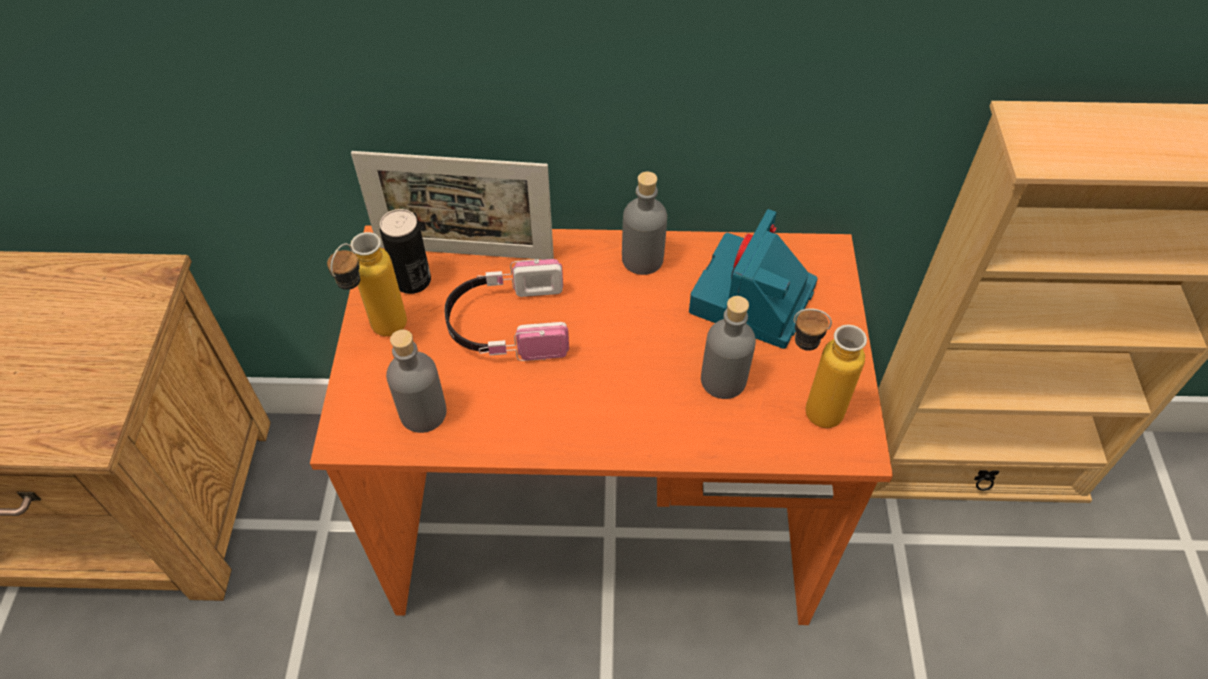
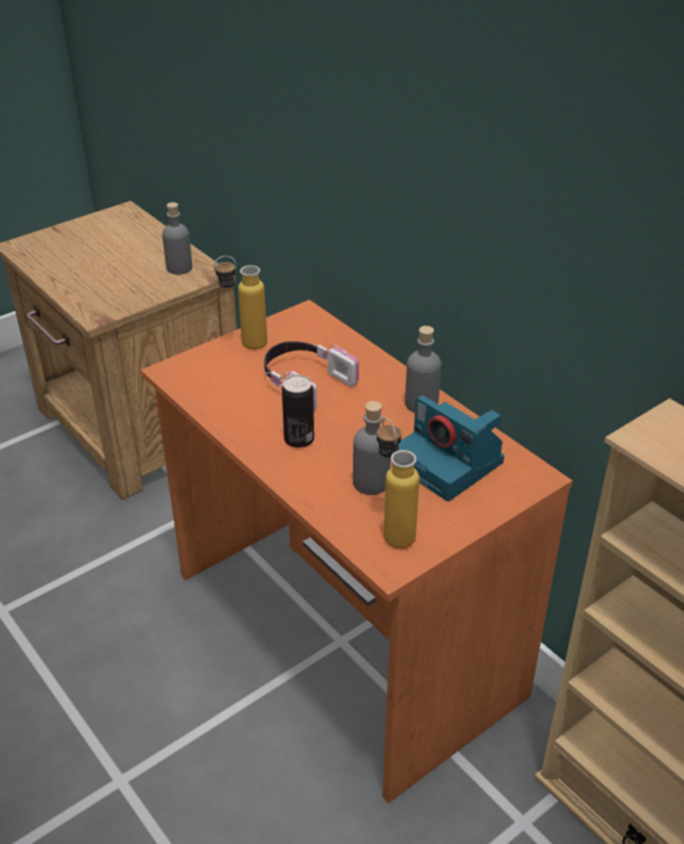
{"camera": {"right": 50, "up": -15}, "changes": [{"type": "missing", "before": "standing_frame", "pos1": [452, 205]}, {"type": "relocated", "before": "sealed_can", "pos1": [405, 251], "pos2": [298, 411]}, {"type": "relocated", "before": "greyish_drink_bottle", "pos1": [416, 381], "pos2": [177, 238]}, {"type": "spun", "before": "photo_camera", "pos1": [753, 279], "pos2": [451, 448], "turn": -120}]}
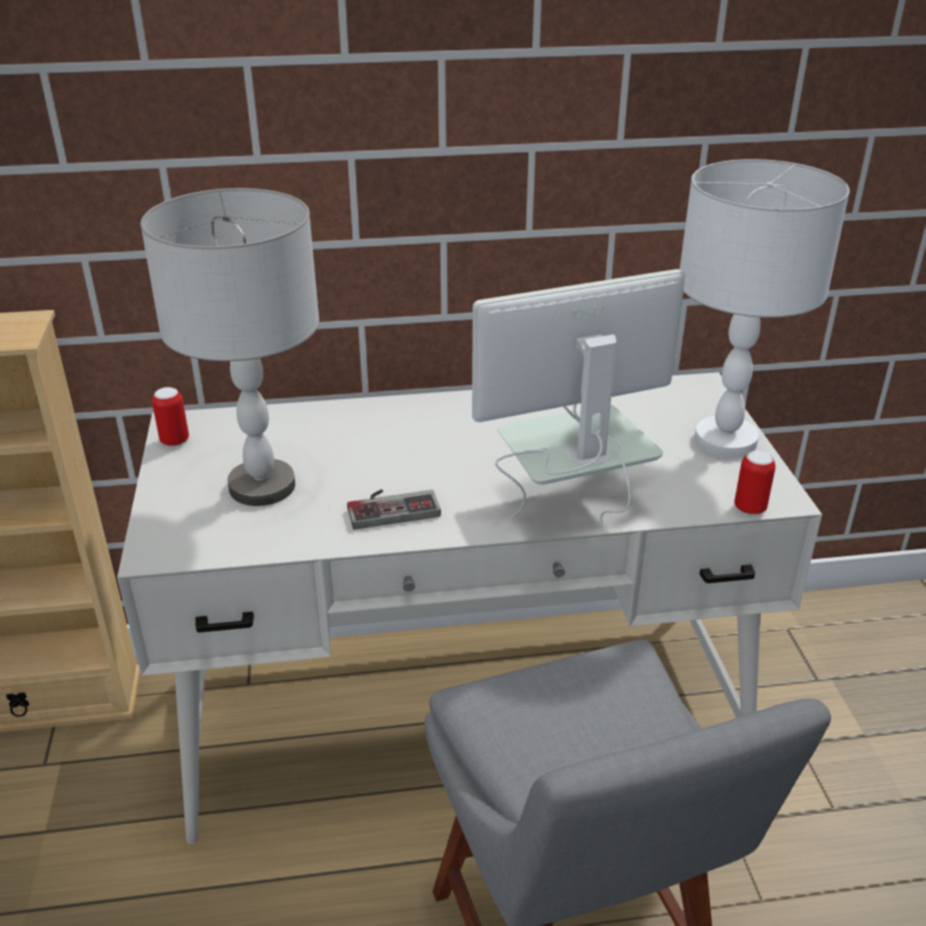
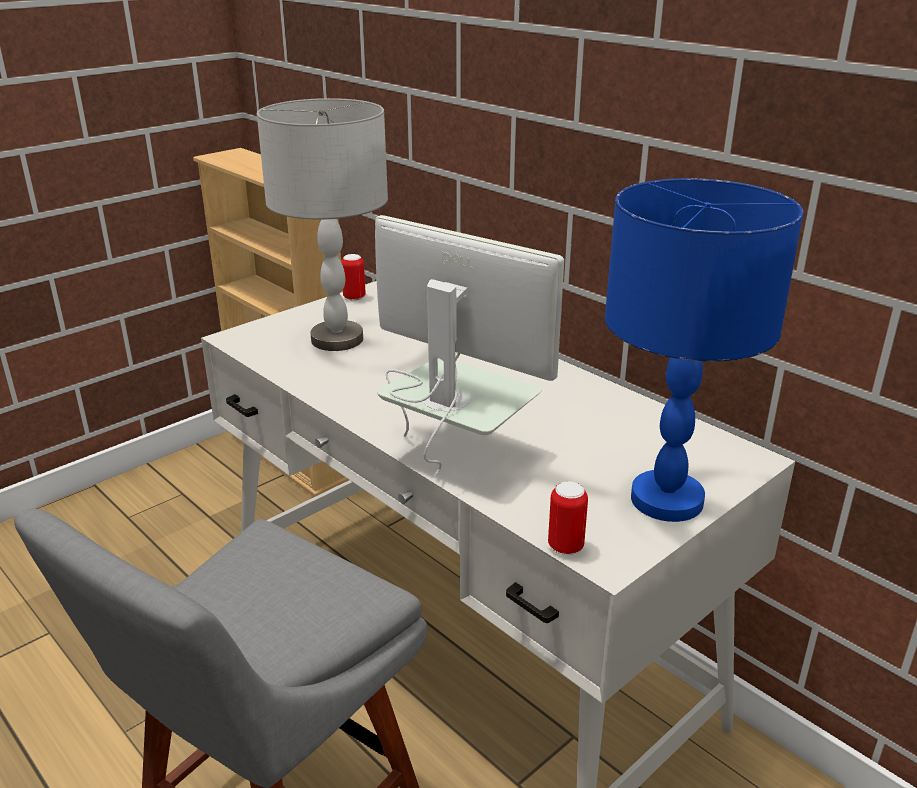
{"camera": {"right": 55, "up": -5}, "changes": [{"type": "missing", "before": "joypad", "pos1": [394, 509]}, {"type": "colour", "before": "whitish_tabletop_lamp", "after": "blue-coloured_tabletop_lamp", "pos1": [765, 308], "pos2": [704, 350]}]}
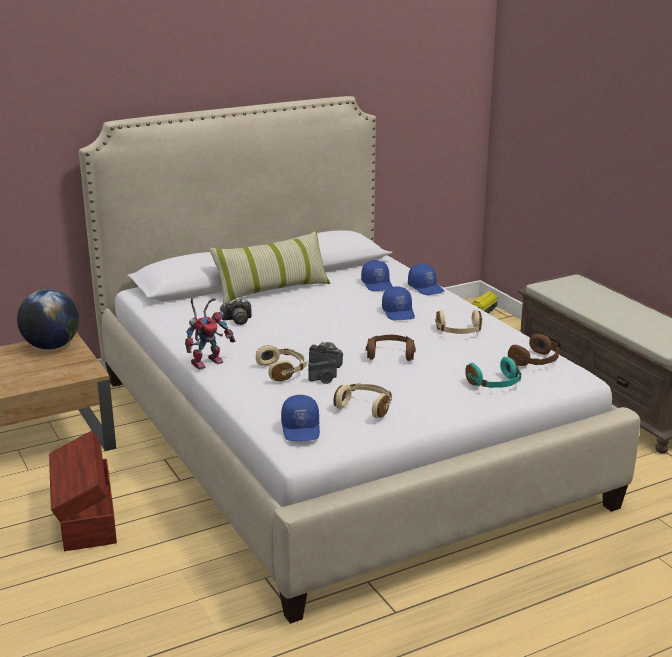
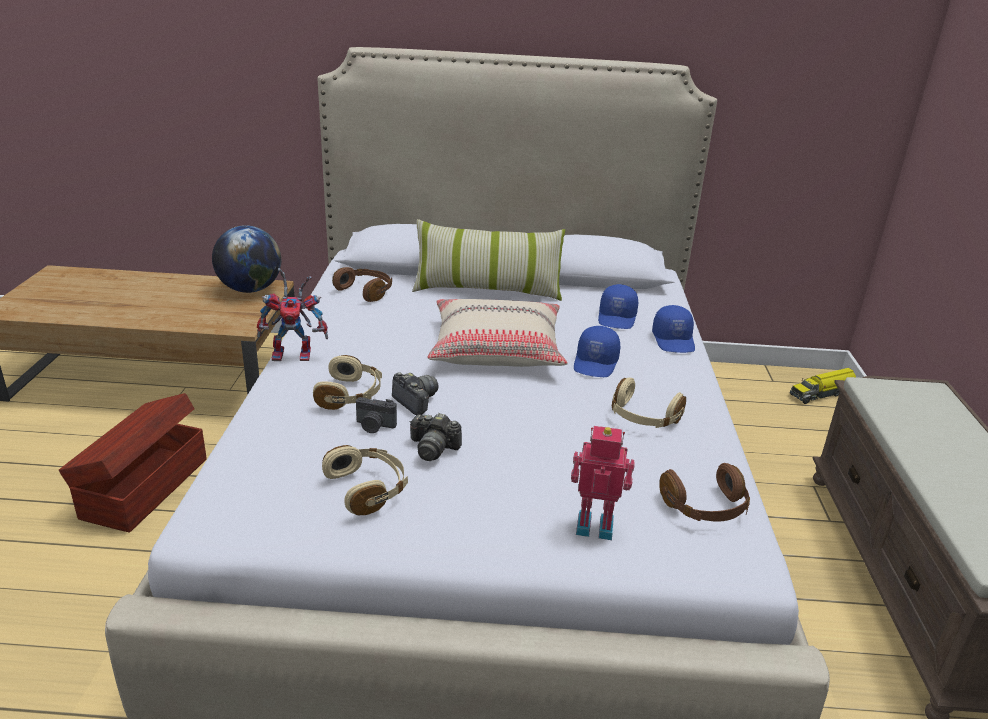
{"camera": {"right": 30, "up": 5}, "changes": [{"type": "missing", "before": "blue-coloured_baseball_cap", "pos1": [300, 418]}, {"type": "appeared", "after": "beige-coloured_pillow", "pos2": [497, 333]}, {"type": "relocated", "before": "photo_camera", "pos1": [236, 312], "pos2": [436, 437]}, {"type": "relocated", "before": "brown_headset", "pos1": [391, 348], "pos2": [362, 284]}, {"type": "exchanged", "before": "blue-green_headset", "after": "model_robot", "pos1": [493, 372], "pos2": [603, 483]}]}
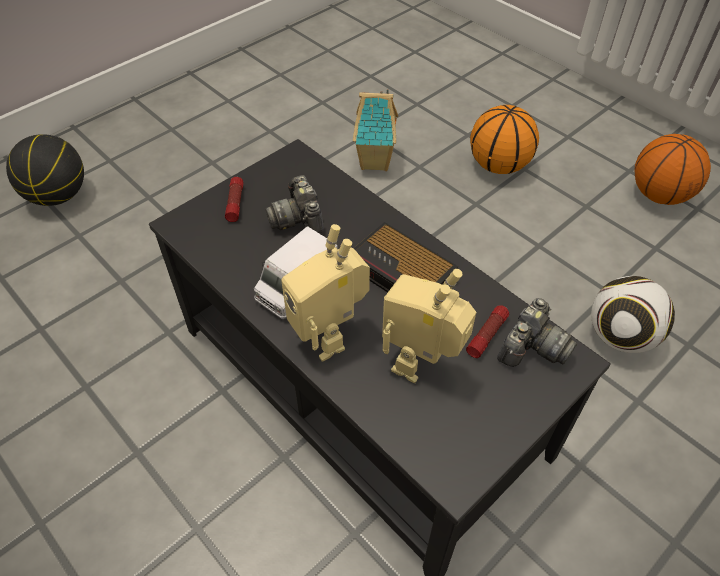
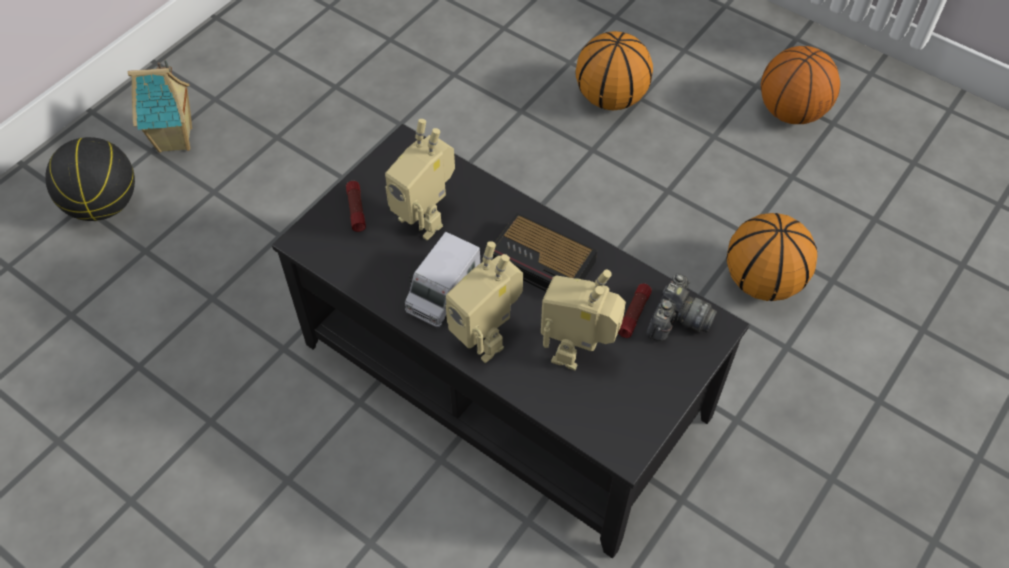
{"camera": {"right": -10, "up": 5}, "changes": [{"type": "relocated", "before": "model_house", "pos1": [375, 130], "pos2": [160, 106]}, {"type": "exchanged", "before": "photo_camera", "after": "model_robot", "pos1": [295, 204], "pos2": [420, 179]}, {"type": "exchanged", "before": "football_ball", "after": "basketball_ball", "pos1": [633, 314], "pos2": [772, 257]}]}
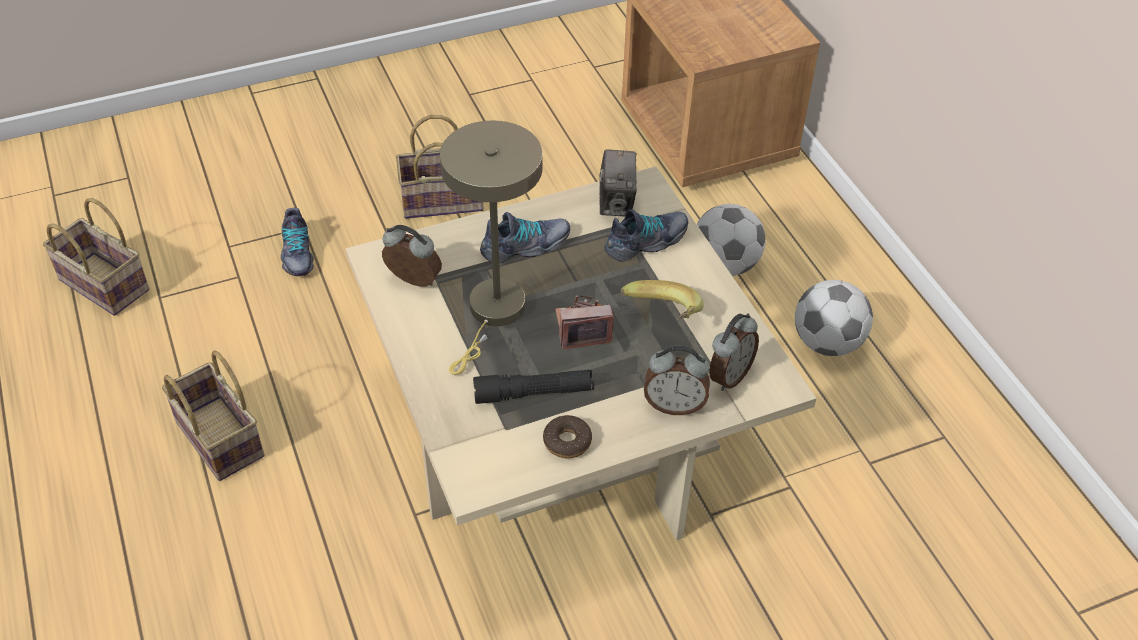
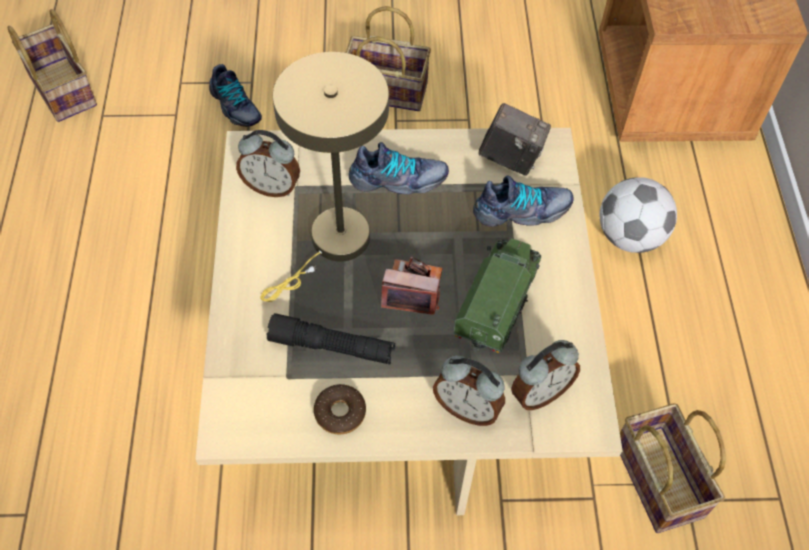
{"camera": {"right": 20, "up": 10}, "changes": [{"type": "missing", "before": "football_ball", "pos1": [834, 318]}, {"type": "relocated", "before": "storage_basket", "pos1": [213, 416], "pos2": [673, 468]}, {"type": "exchanged", "before": "banana_fruit", "after": "toy_truck", "pos1": [662, 300], "pos2": [497, 296]}, {"type": "spun", "before": "item_of_footwear", "pos1": [297, 242], "pos2": [235, 95], "turn": -45}, {"type": "spun", "before": "table_clock", "pos1": [412, 256], "pos2": [268, 163], "turn": 150}, {"type": "spun", "before": "photo_camera", "pos1": [618, 182], "pos2": [515, 139], "turn": -90}]}
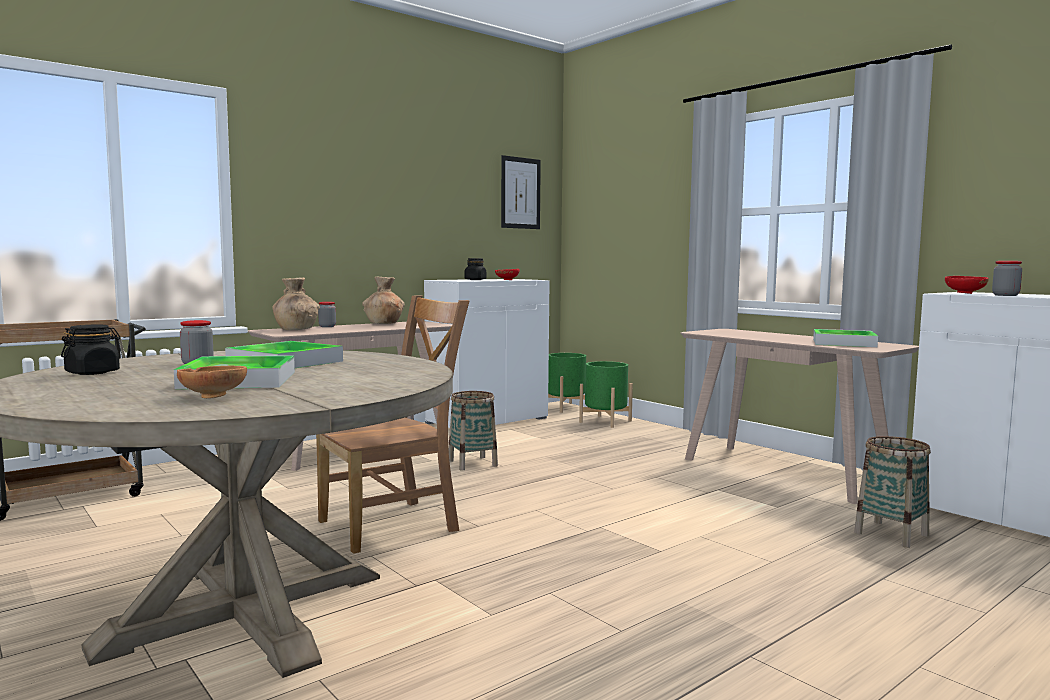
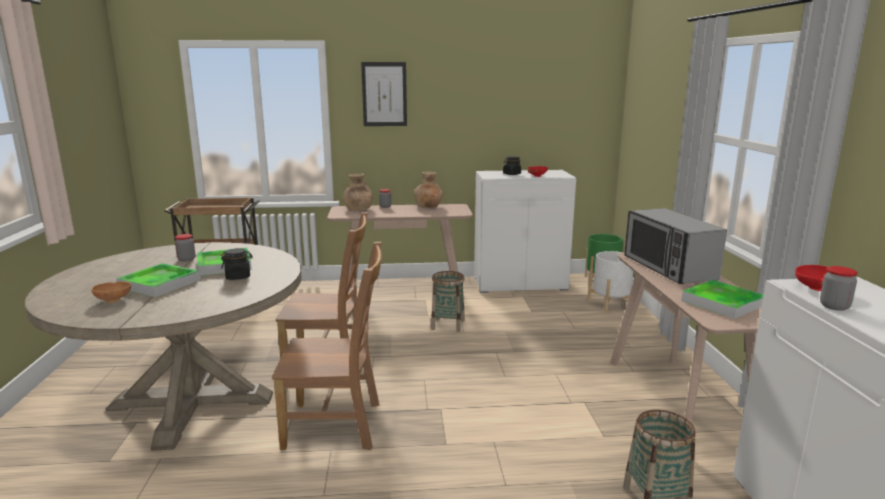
{"camera": {"right": 35, "up": 10}, "changes": [{"type": "appeared", "after": "brown_chair", "pos2": [327, 346]}, {"type": "appeared", "after": "kitchen_microwave", "pos2": [675, 246]}, {"type": "relocated", "before": "black_jar", "pos1": [90, 350], "pos2": [237, 264]}, {"type": "relocated", "before": "wall_art", "pos1": [521, 192], "pos2": [384, 94]}, {"type": "colour", "before": "green_plant_pot", "after": "whitish_plant_pot", "pos1": [606, 394], "pos2": [610, 282]}]}
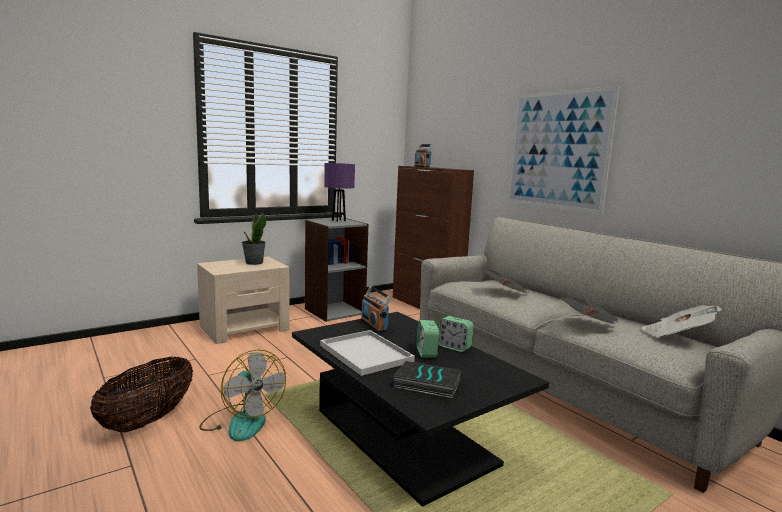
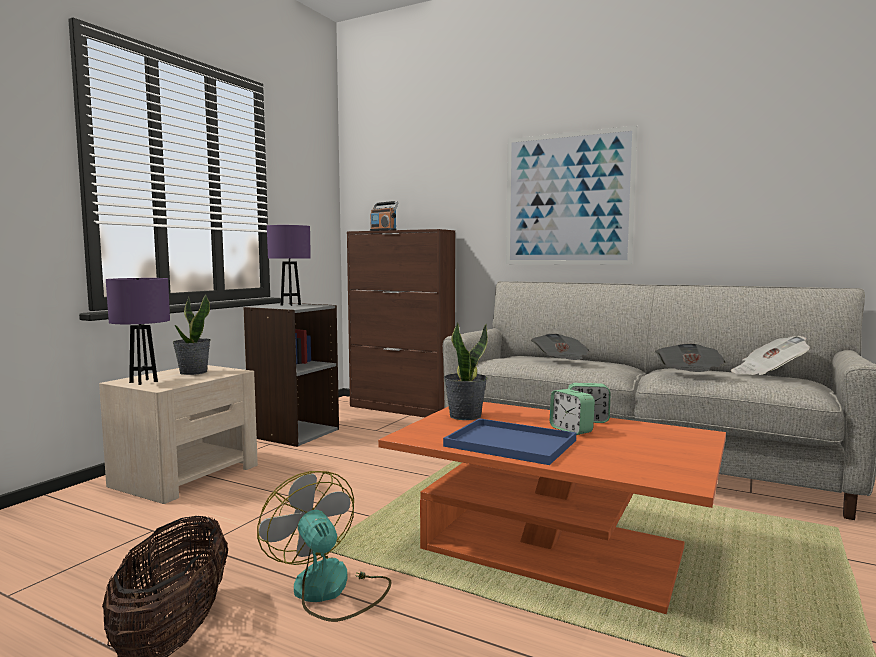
{"camera": {"right": -25, "up": -5}, "changes": [{"type": "missing", "before": "volume", "pos1": [427, 379]}, {"type": "appeared", "after": "purplish_tabletop_lamp", "pos2": [138, 331]}, {"type": "exchanged", "before": "radio", "after": "houseplant", "pos1": [376, 309], "pos2": [466, 371]}, {"type": "colour", "before": "black_lounge_table", "after": "orange_lounge_table", "pos1": [420, 409], "pos2": [552, 508]}, {"type": "colour", "before": "whitish_serving_tray", "after": "blue-coloured_serving_tray", "pos1": [367, 353], "pos2": [509, 441]}, {"type": "spun", "before": "cooling_fan", "pos1": [242, 395], "pos2": [324, 546], "turn": -150}]}
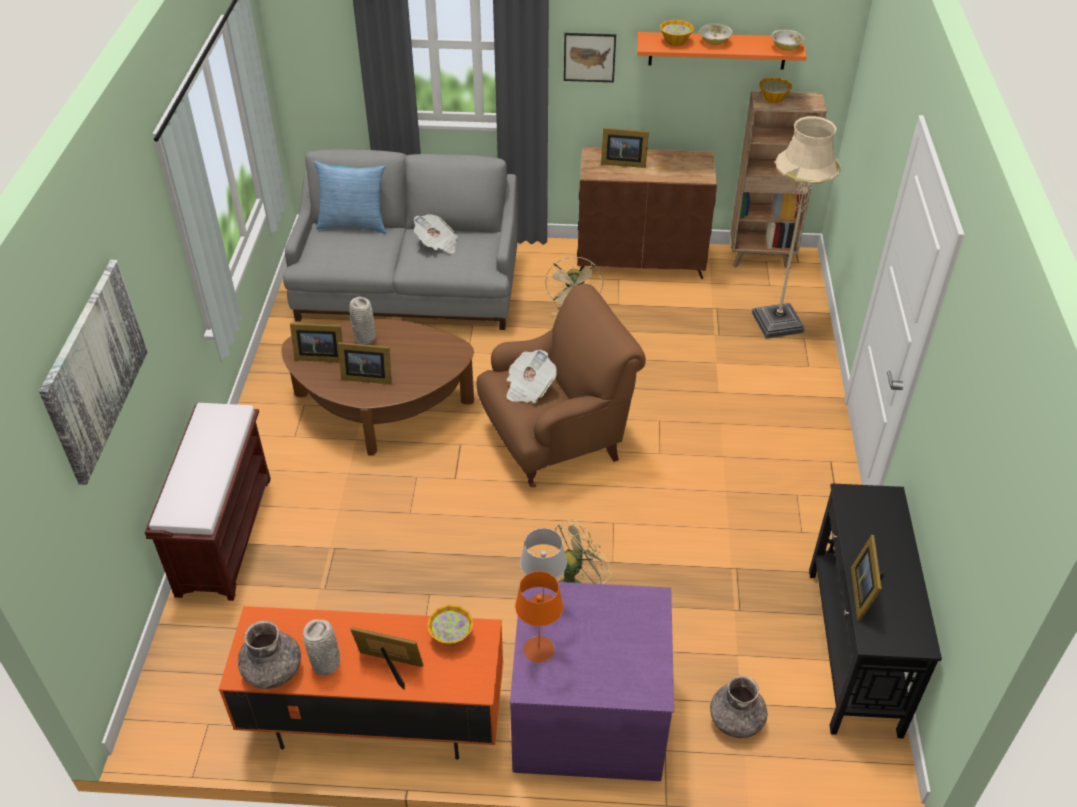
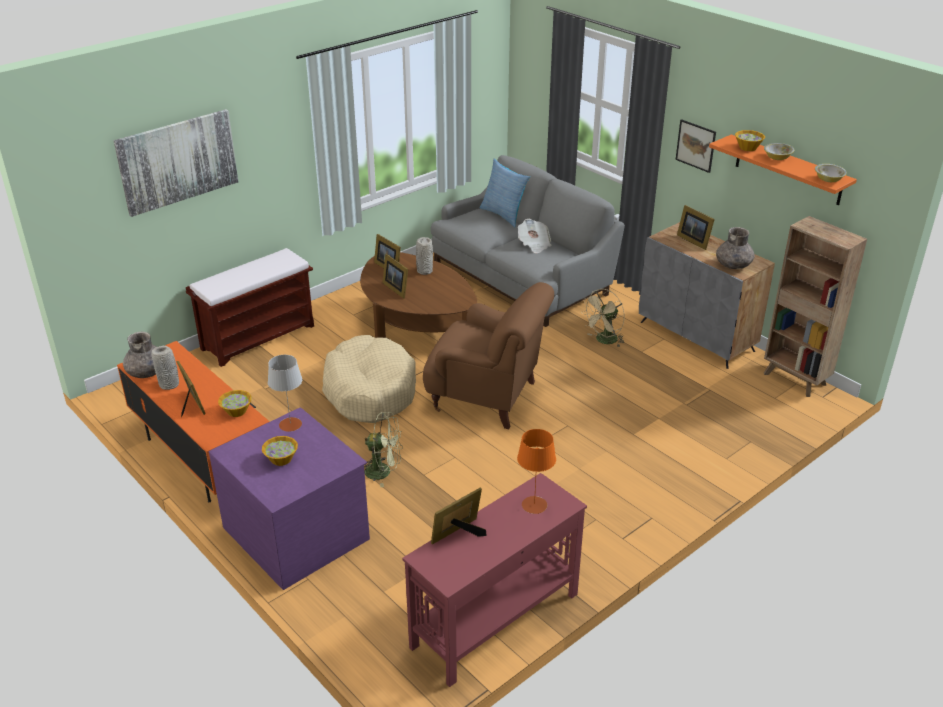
{"camera": {"right": 45, "up": -10}, "changes": [{"type": "missing", "before": "daily_paper", "pos1": [531, 376]}, {"type": "missing", "before": "beige-coloured_standard_lamp", "pos1": [796, 227]}, {"type": "appeared", "after": "beige-coloured_pet_bed", "pos2": [369, 379]}, {"type": "relocated", "before": "orange_tabletop_lamp", "pos1": [539, 617], "pos2": [536, 471]}, {"type": "relocated", "before": "greyish_flower_vase", "pos1": [738, 706], "pos2": [735, 248]}, {"type": "relocated", "before": "bowl", "pos1": [775, 90], "pos2": [280, 451]}, {"type": "colour", "before": "brown_storage_cabinet", "after": "greyish_storage_cabinet", "pos1": [647, 213], "pos2": [707, 295]}, {"type": "colour", "before": "black_narrow_table", "after": "red_narrow_table", "pos1": [875, 610], "pos2": [494, 580]}]}
